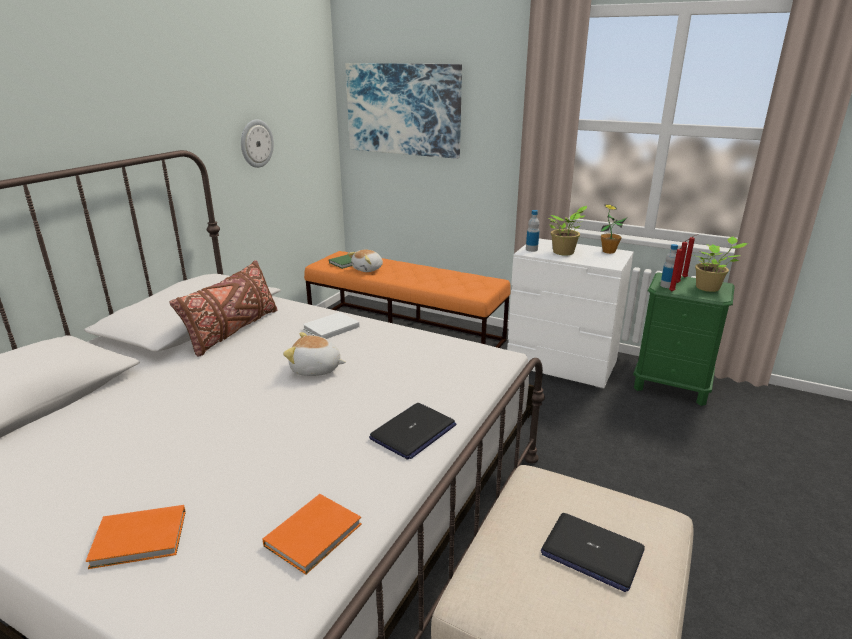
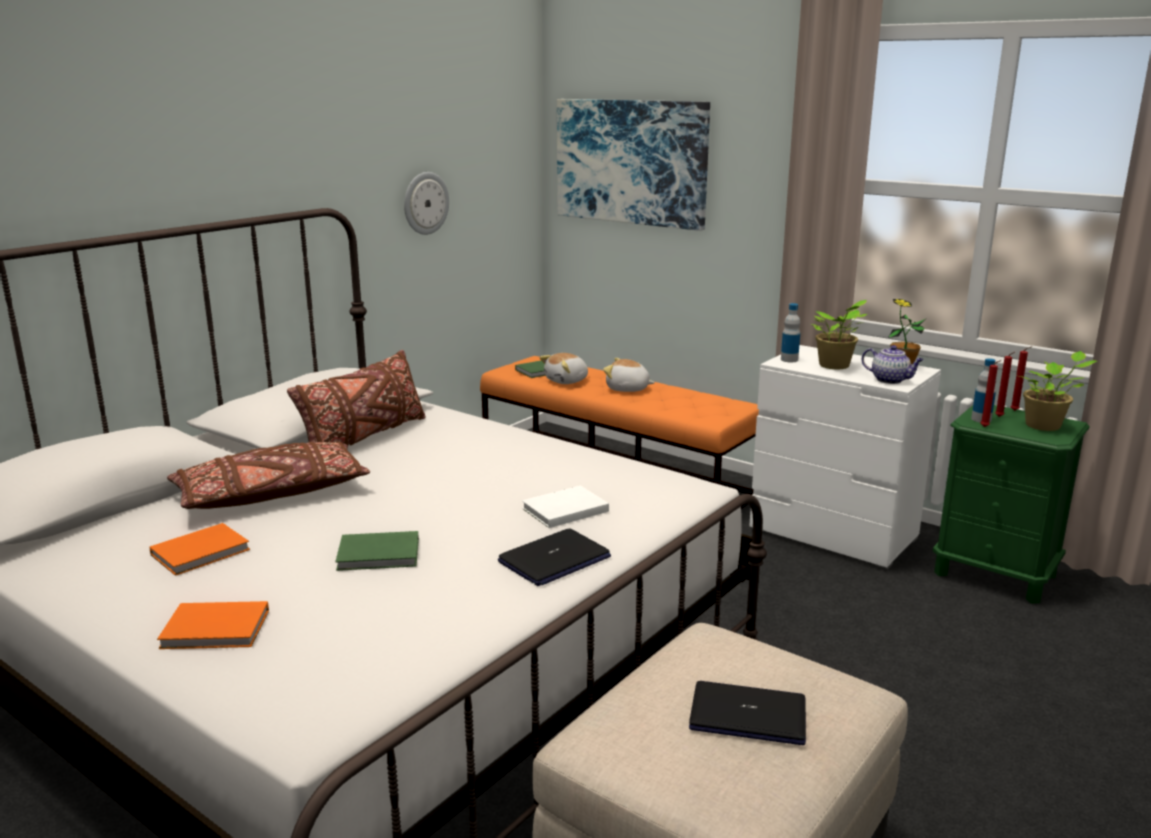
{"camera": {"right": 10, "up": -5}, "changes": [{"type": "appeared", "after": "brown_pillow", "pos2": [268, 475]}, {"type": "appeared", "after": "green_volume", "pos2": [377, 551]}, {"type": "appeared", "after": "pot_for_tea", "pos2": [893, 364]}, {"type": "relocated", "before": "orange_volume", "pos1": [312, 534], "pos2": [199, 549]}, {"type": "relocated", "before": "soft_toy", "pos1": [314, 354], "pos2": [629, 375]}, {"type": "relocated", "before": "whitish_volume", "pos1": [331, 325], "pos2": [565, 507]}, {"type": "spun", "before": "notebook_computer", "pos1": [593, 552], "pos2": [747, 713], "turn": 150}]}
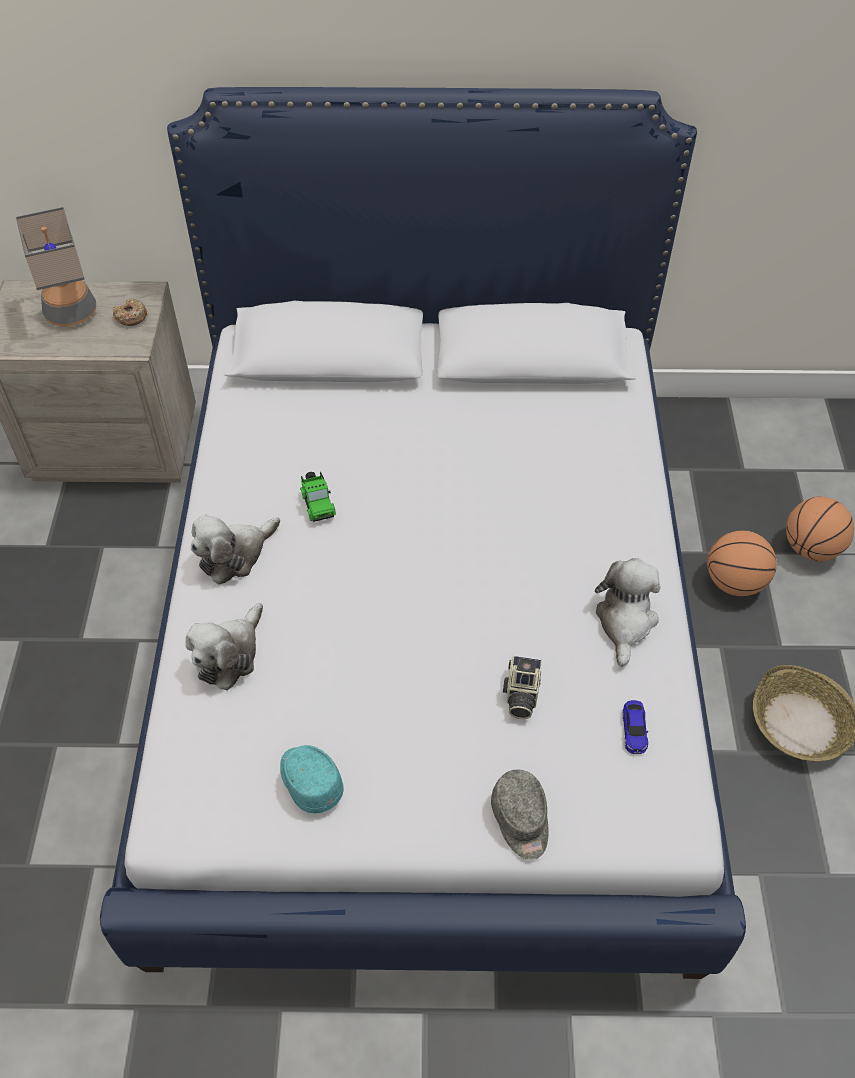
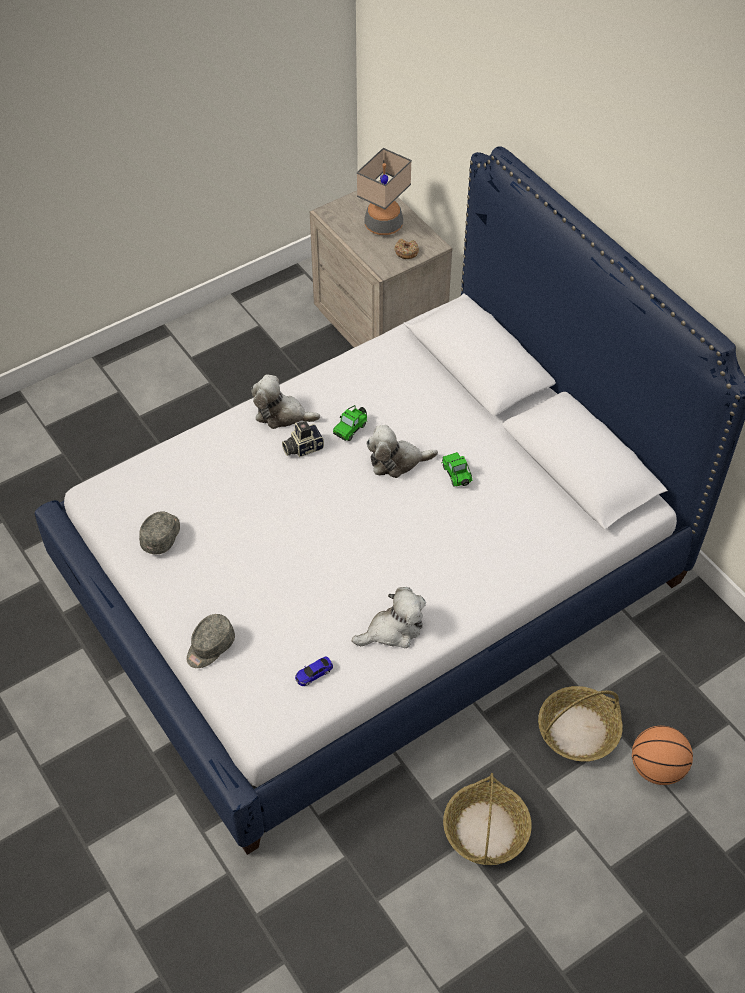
{"camera": {"right": 55, "up": 0}, "changes": [{"type": "appeared", "after": "toy_car", "pos2": [457, 469]}, {"type": "relocated", "before": "soft_toy", "pos1": [224, 646], "pos2": [402, 451]}, {"type": "relocated", "before": "photo_camera", "pos1": [522, 687], "pos2": [303, 439]}, {"type": "exchanged", "before": "basketball_ball", "after": "storage_basket", "pos1": [742, 563], "pos2": [580, 724]}, {"type": "colour", "before": "blue-green_baseball_cap", "after": "greyish_baseball_cap", "pos1": [312, 779], "pos2": [159, 533]}]}
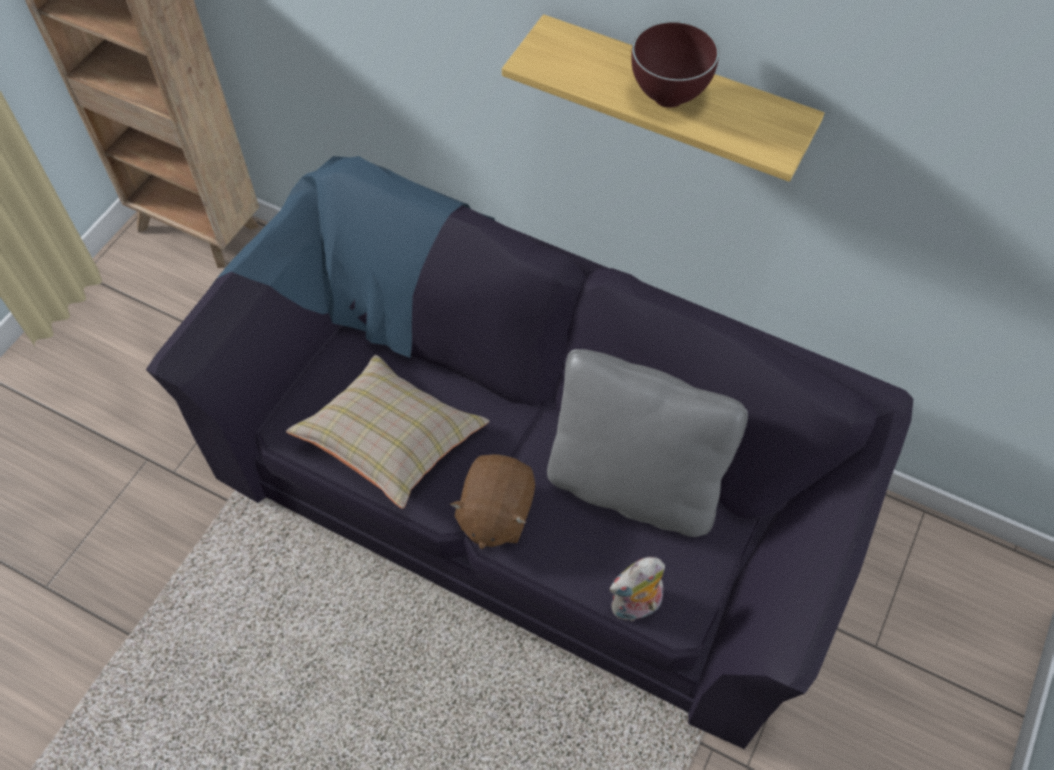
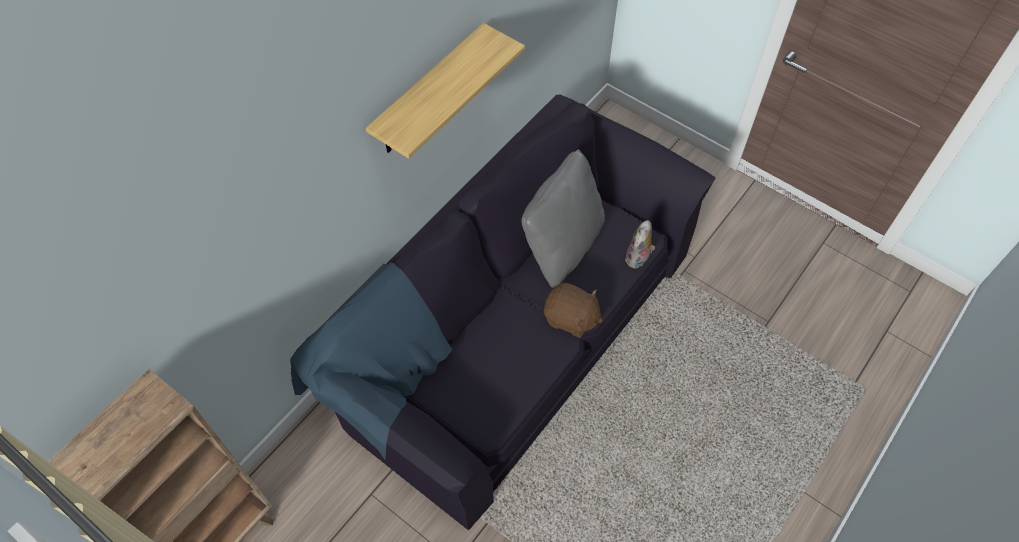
{"camera": {"right": -80, "up": 0}, "changes": [{"type": "missing", "before": "beige-coloured_pillow", "pos1": [387, 432]}, {"type": "missing", "before": "brown_bowl", "pos1": [675, 64]}, {"type": "spun", "before": "soft_toy", "pos1": [637, 589], "pos2": [640, 244], "turn": 45}]}
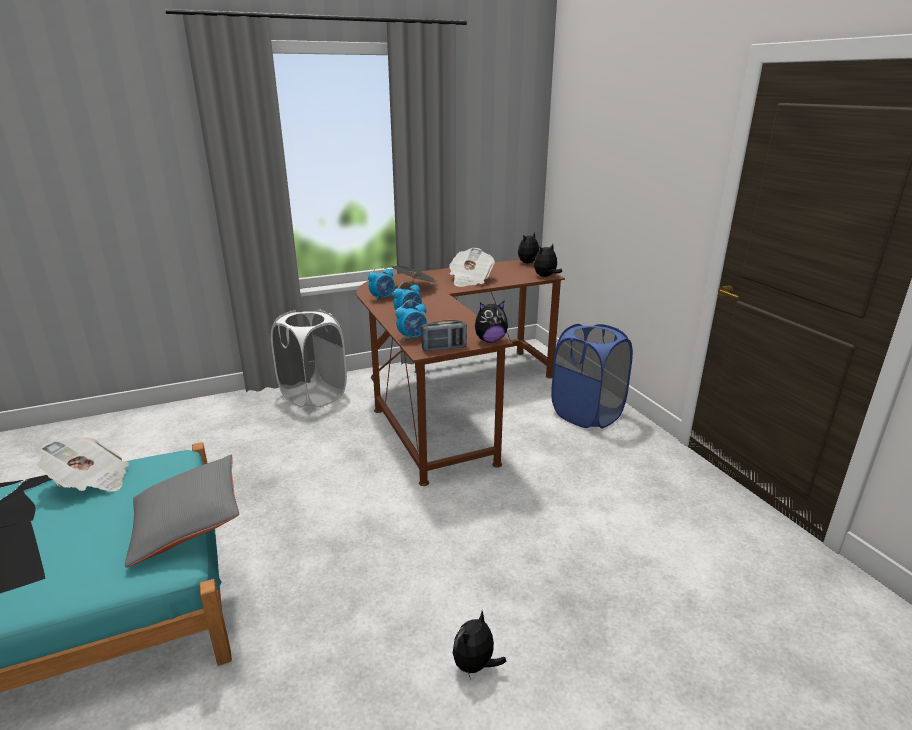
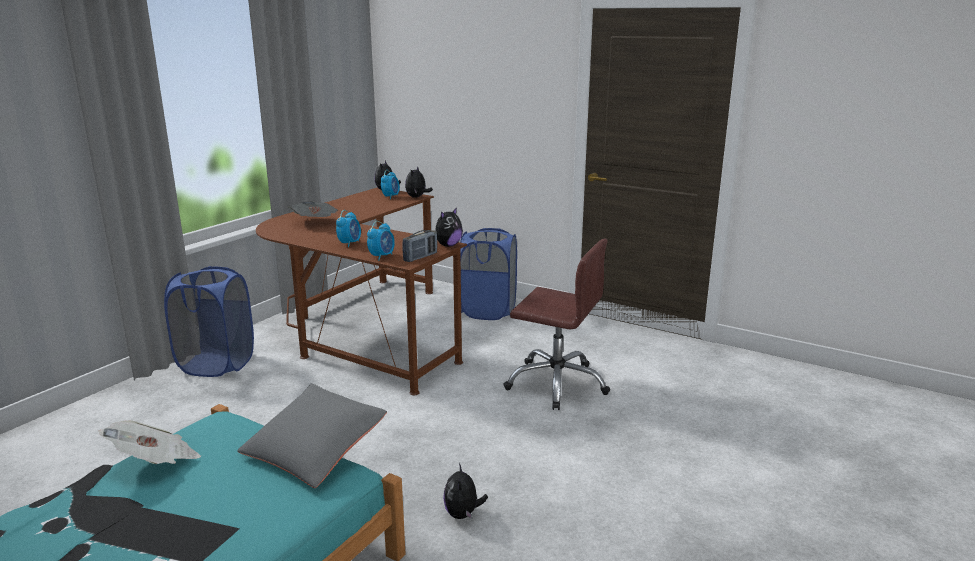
{"camera": {"right": -35, "up": -5}, "changes": [{"type": "missing", "before": "daily_paper", "pos1": [472, 267]}, {"type": "appeared", "after": "brown_computer_chair", "pos2": [556, 324]}, {"type": "relocated", "before": "table_clock", "pos1": [381, 283], "pos2": [390, 184]}, {"type": "relocated", "before": "soft_toy", "pos1": [480, 645], "pos2": [465, 491]}, {"type": "colour", "before": "whitish_laundry_basket", "after": "blue-coloured_laundry_basket", "pos1": [309, 359], "pos2": [209, 321]}]}
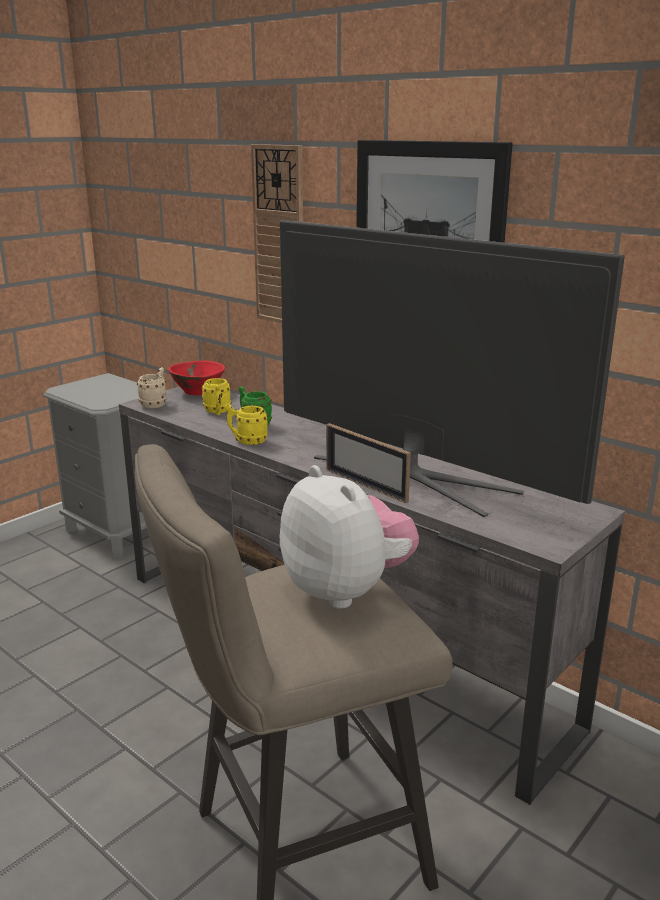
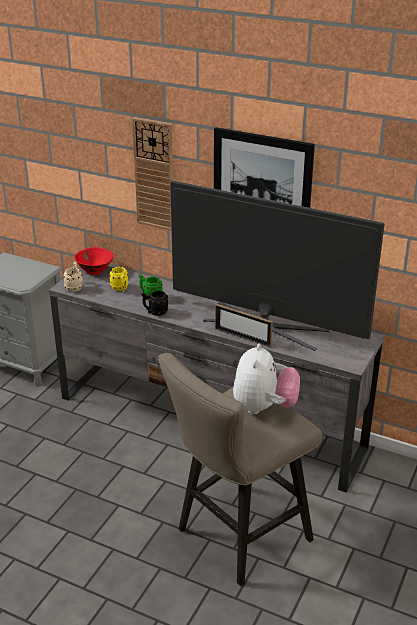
{"camera": {"right": -15, "up": 10}, "changes": [{"type": "colour", "before": "yellow_tea_mug", "after": "black_tea_mug", "pos1": [246, 424], "pos2": [154, 303]}, {"type": "spun", "before": "soft_toy", "pos1": [349, 537], "pos2": [266, 378], "turn": 60}]}
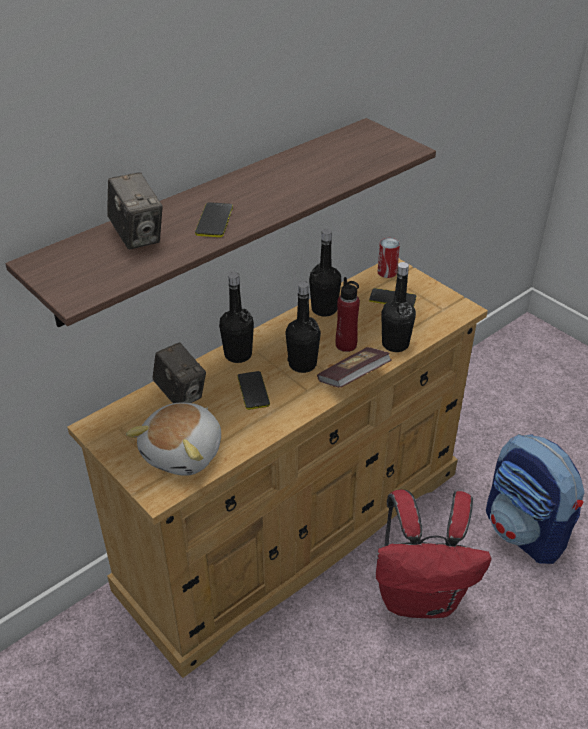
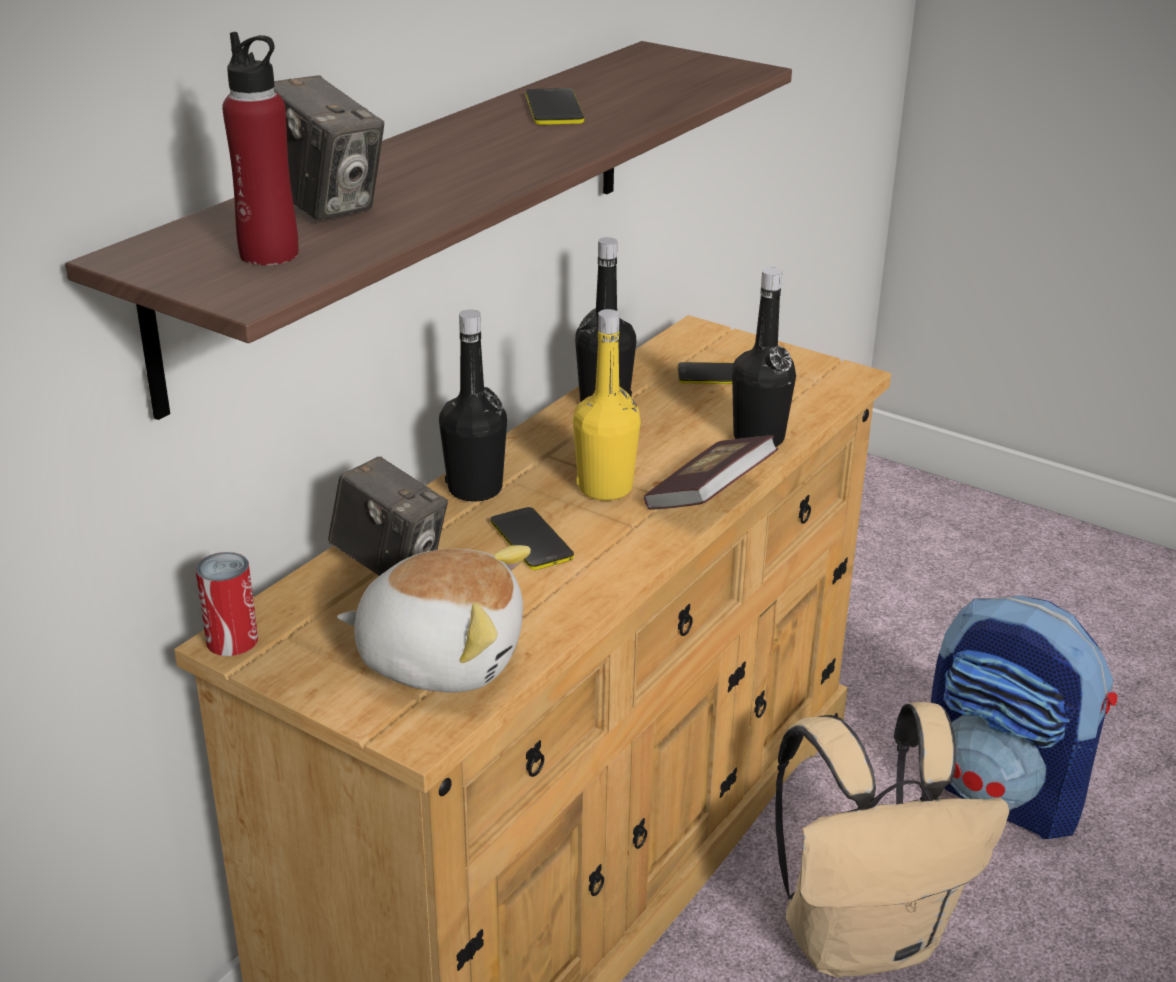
{"camera": {"right": -15, "up": -10}, "changes": [{"type": "relocated", "before": "handset", "pos1": [214, 219], "pos2": [554, 106]}, {"type": "relocated", "before": "red_drink_bottle", "pos1": [348, 314], "pos2": [260, 148]}, {"type": "relocated", "before": "sealed_can", "pos1": [389, 258], "pos2": [227, 604]}, {"type": "colour", "before": "black_drink_bottle", "after": "yellow_drink_bottle", "pos1": [303, 327], "pos2": [607, 405]}, {"type": "colour", "before": "red_knapsack", "after": "beige-coloured_knapsack", "pos1": [433, 554], "pos2": [892, 840]}, {"type": "spun", "before": "soft_toy", "pos1": [173, 439], "pos2": [434, 619], "turn": -90}]}
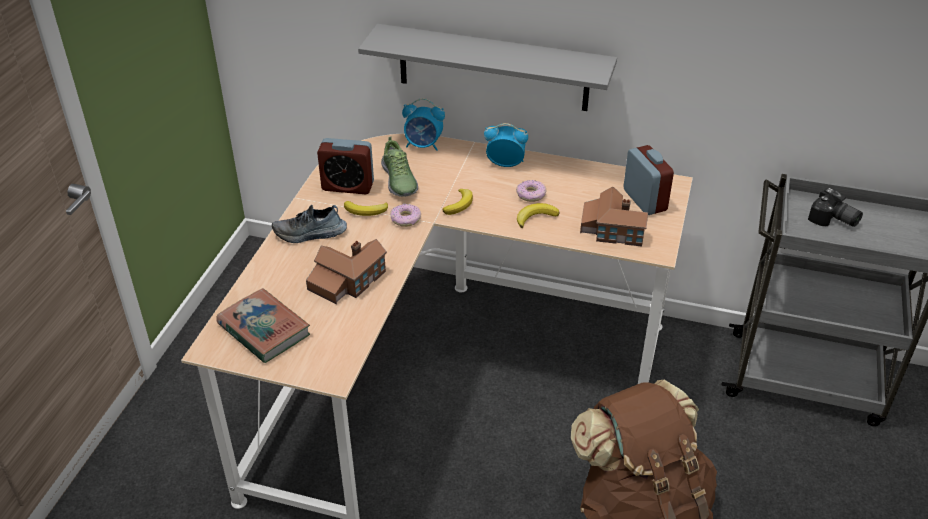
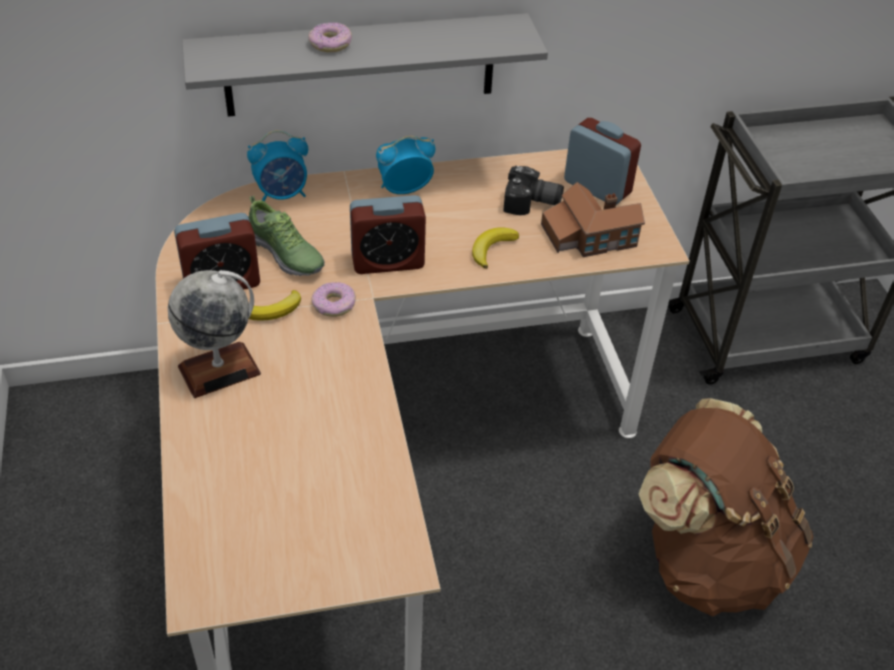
{"camera": {"right": -30, "up": 5}, "changes": [{"type": "missing", "before": "volume", "pos1": [263, 325]}, {"type": "missing", "before": "model_house", "pos1": [346, 271]}, {"type": "relocated", "before": "ring_doughnut", "pos1": [531, 191], "pos2": [330, 37]}, {"type": "relocated", "before": "photo_camera", "pos1": [835, 207], "pos2": [533, 190]}, {"type": "exchanged", "before": "item_of_footwear", "after": "desk_globe", "pos1": [309, 224], "pos2": [214, 334]}, {"type": "exchanged", "before": "banana_fruit", "after": "table_clock", "pos1": [457, 202], "pos2": [388, 234]}]}
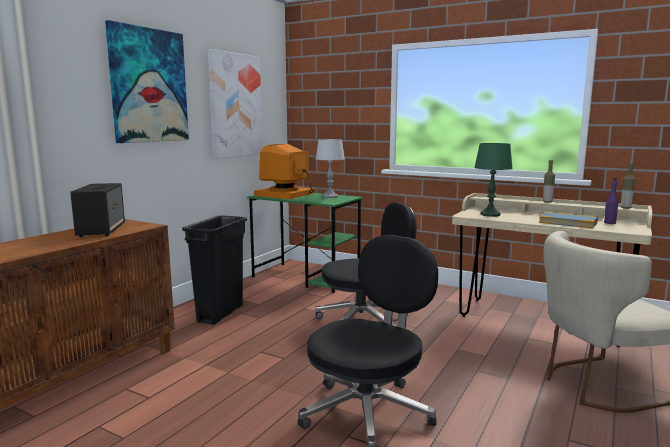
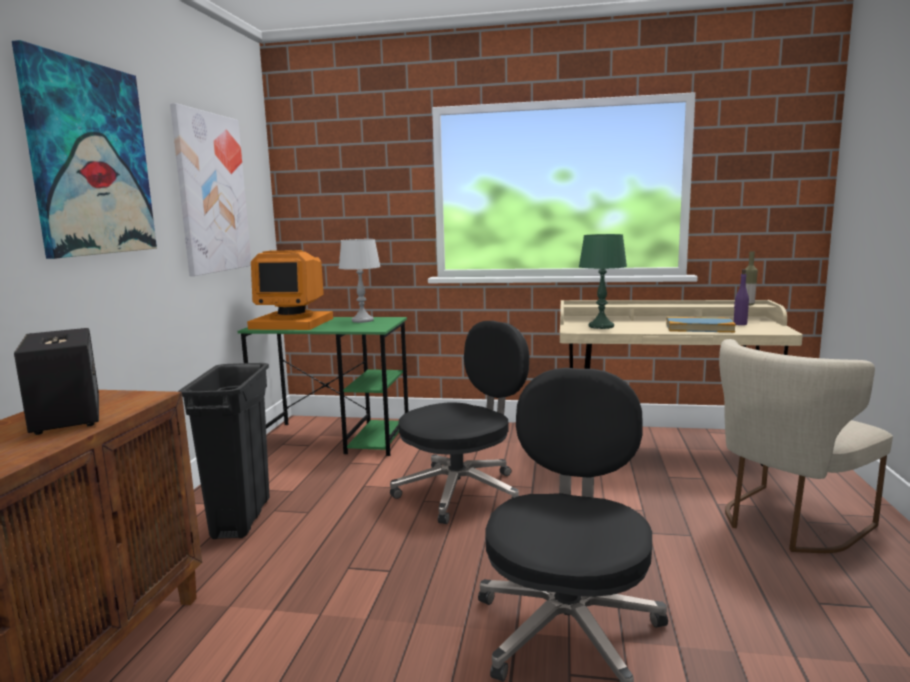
{"camera": {"right": -20, "up": 0}, "changes": [{"type": "missing", "before": "drink_bottle", "pos1": [549, 181]}, {"type": "spun", "before": "computer_display", "pos1": [284, 171], "pos2": [290, 290], "turn": -90}]}
